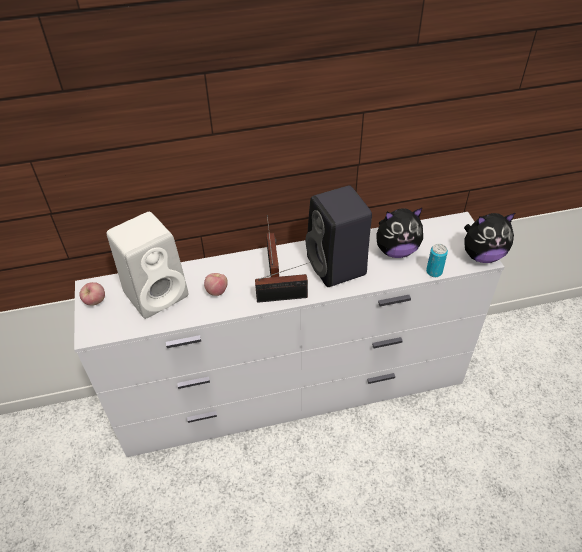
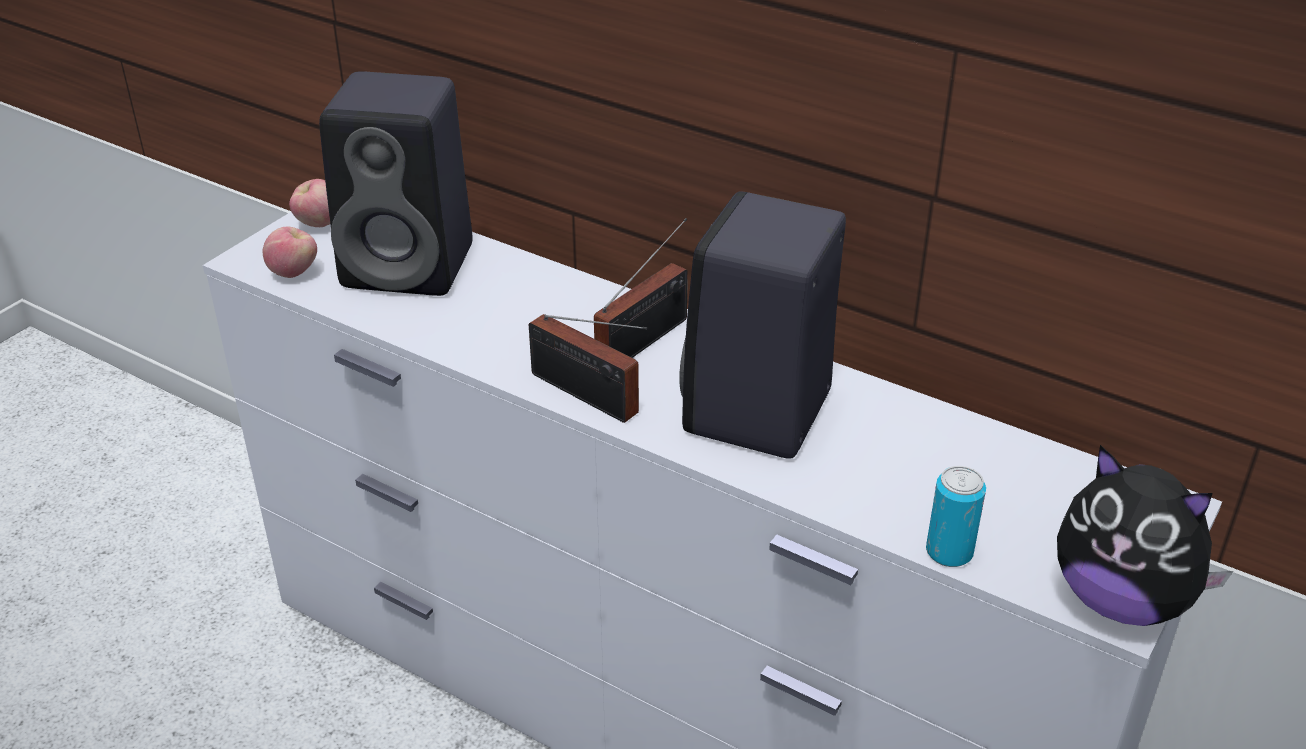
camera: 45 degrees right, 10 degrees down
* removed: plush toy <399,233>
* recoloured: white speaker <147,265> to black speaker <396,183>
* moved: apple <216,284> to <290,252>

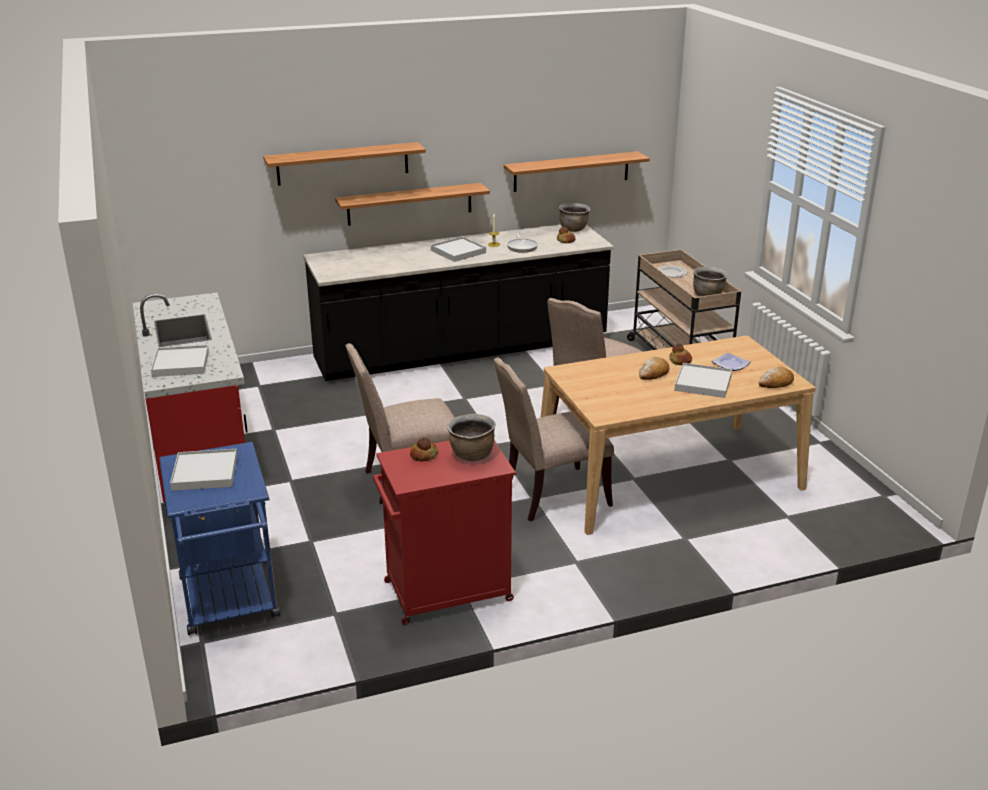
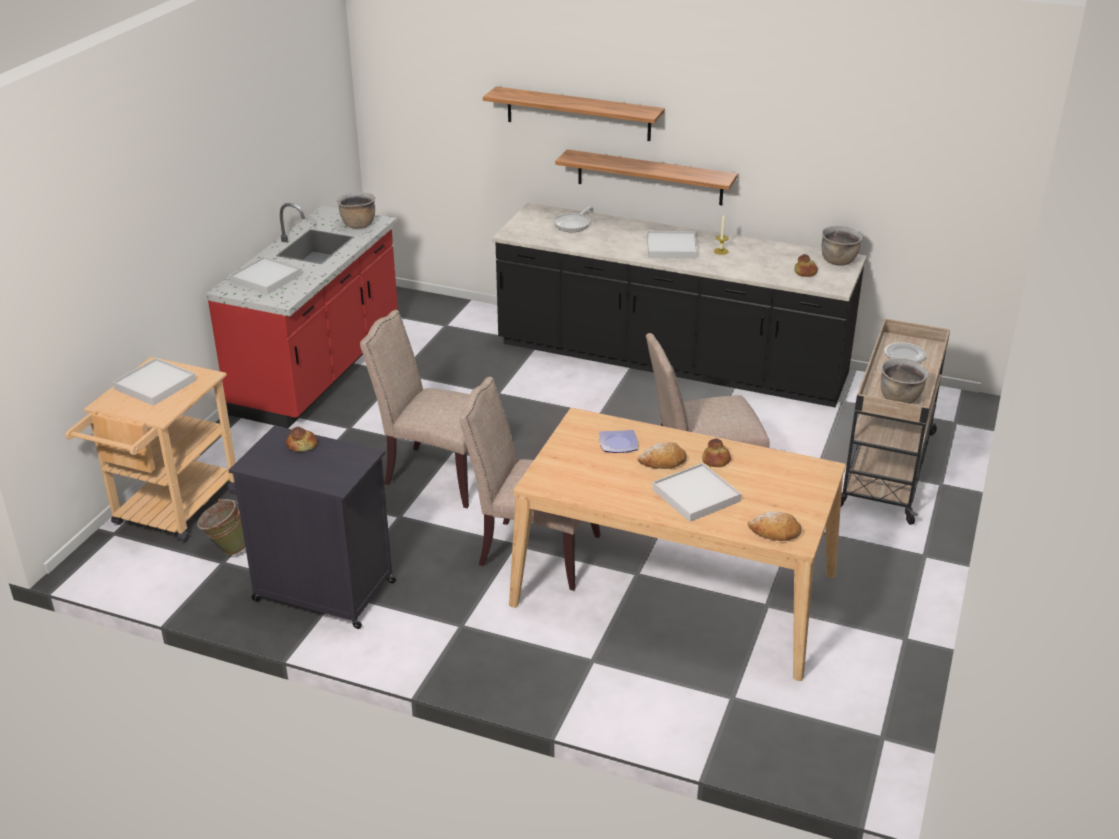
camera: 40 degrees right, 5 degrees up
* removed: shelf <577,171>
* moved: frying pan <522,242> to <572,219>
* moved: plate <731,362> to <618,441>
* moved: brown cooking pot <471,437> to <356,210>
* recoloured: red cabinet <444,532> to black cabinet <312,527>
* recoloured: blue cart <219,538> to beige cart <150,449>
* added: green bucket <221,527>

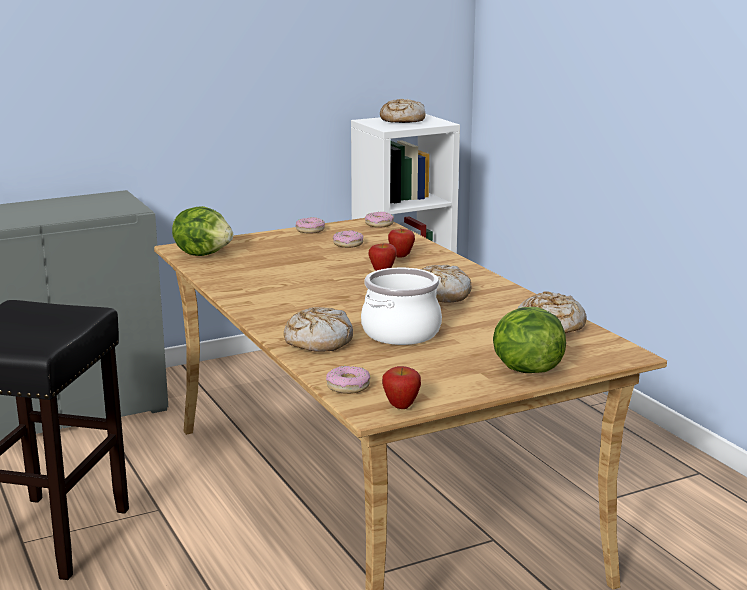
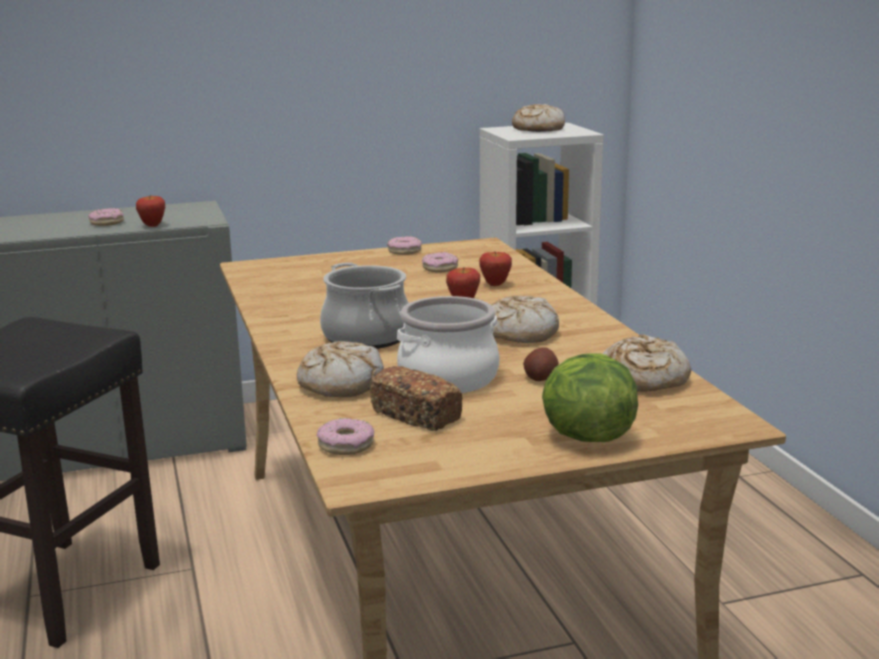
camera: 10 degrees right, 0 degrees up
* removed: lettuce <202,231>
* moved: donut <379,220> to <106,217>
* moved: apple <401,387> to <150,211>
* added: cooking pot <364,305>
* added: potato <541,364>
* added: bread <416,398>

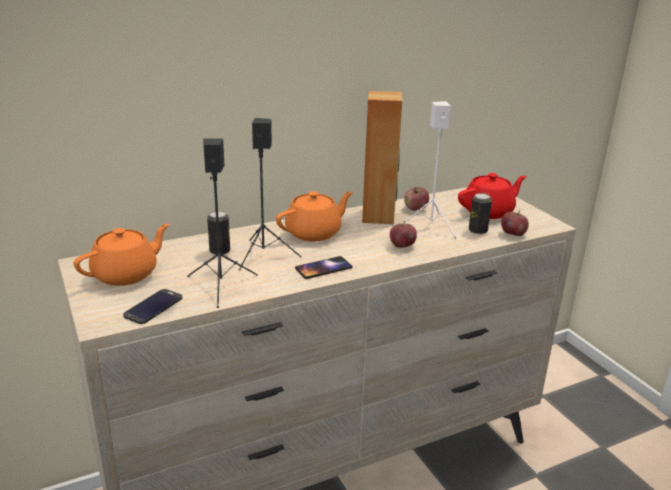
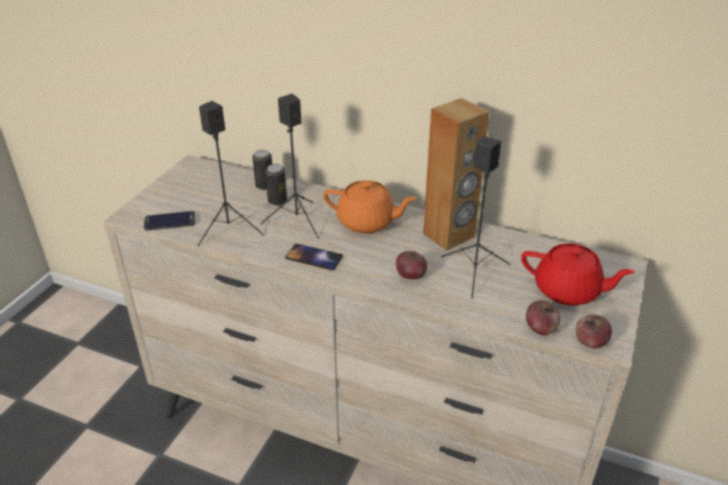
camera: 50 degrees right, 10 degrees up
* recoloured: white speaker <429,170> to black speaker <476,217>
* moved: apple <416,199> to <594,331>
* moved: can <480,213> to <262,170>
* removed: orange teapot <122,255>

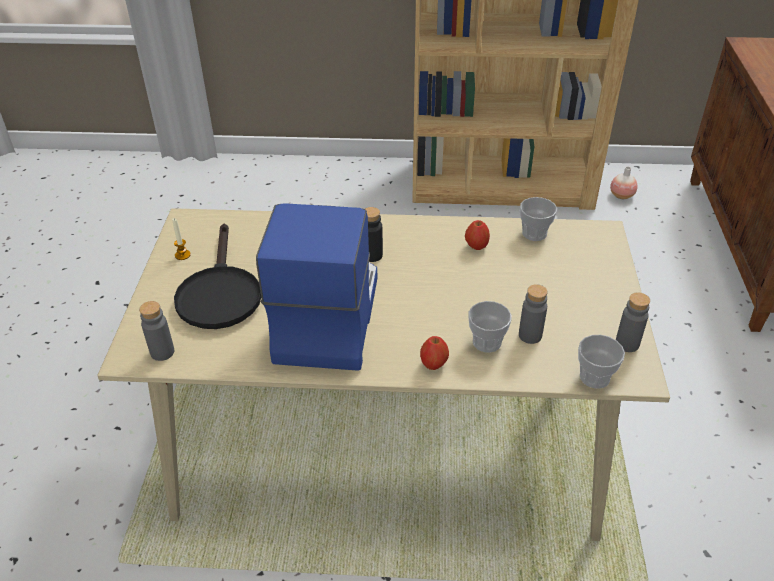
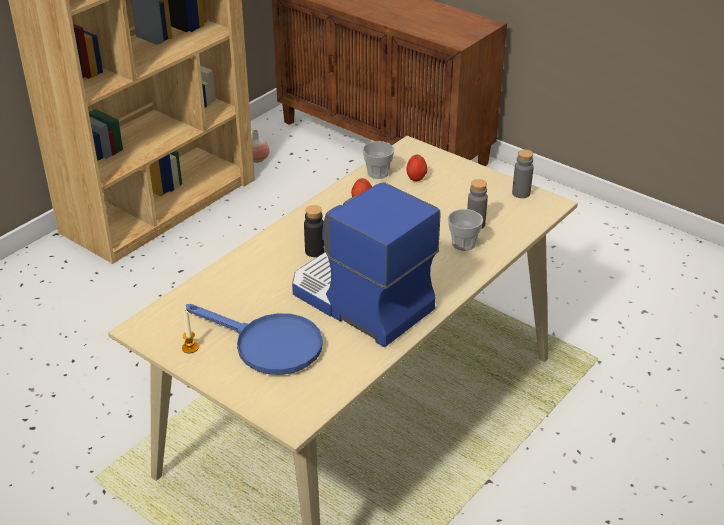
camera: 55 degrees left, 5 degrees down
* recoloured: black frying pan <217,276> to blue frying pan <254,339>
* removed: grey bottle <156,331>
* removed: cup <601,362>
* moved: apple <434,353> to <416,167>

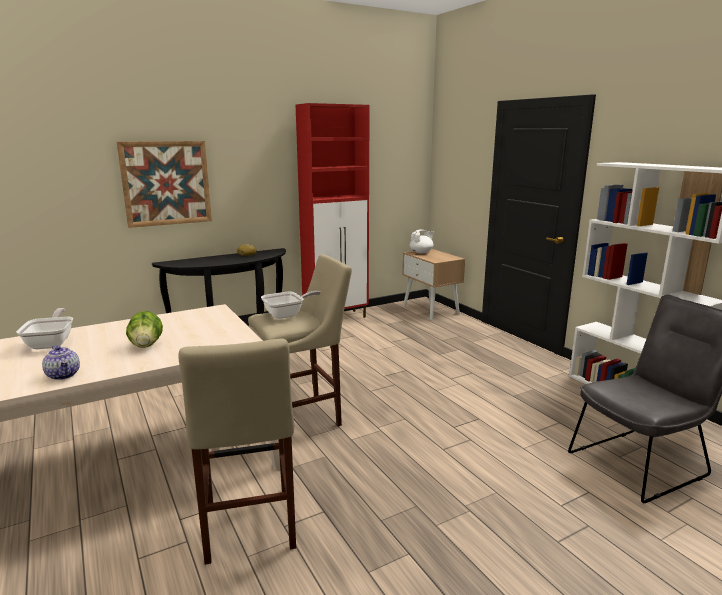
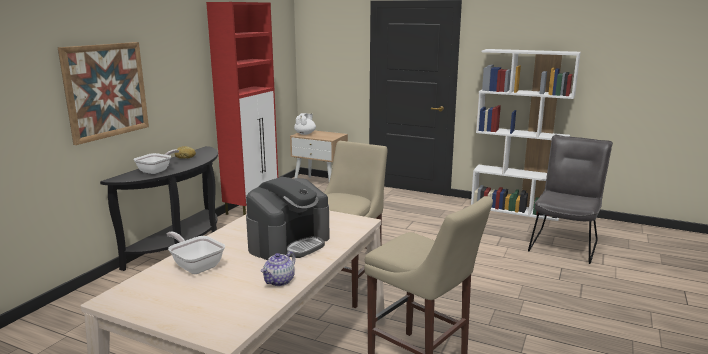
camera: 35 degrees left, 0 degrees up
* moved: frying pan <291,305> to <156,161>
* replaced: lettuce <144,329> to coffee machine <288,218>
* turned: teapot <61,362> = <278,268> 105 degrees clockwise

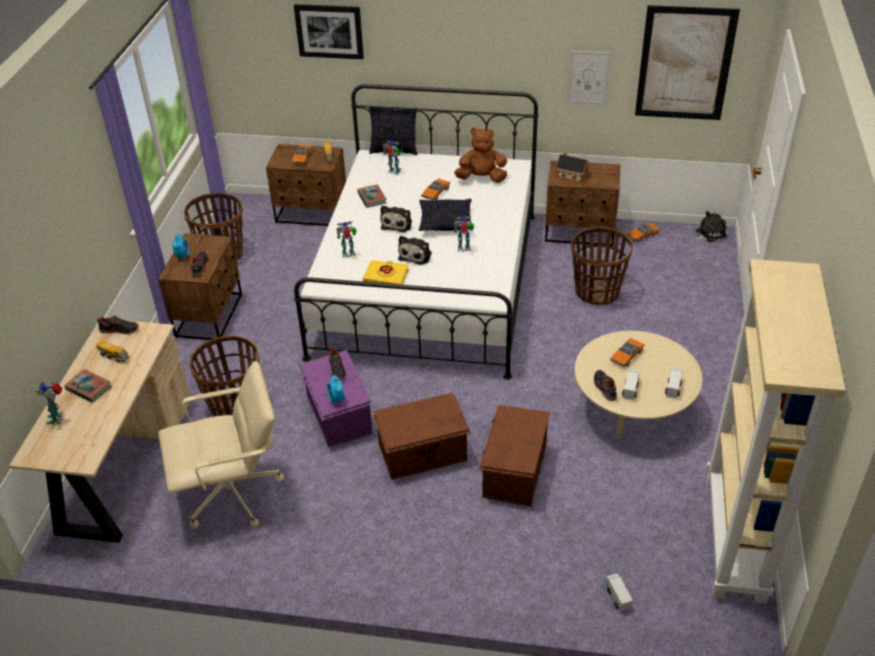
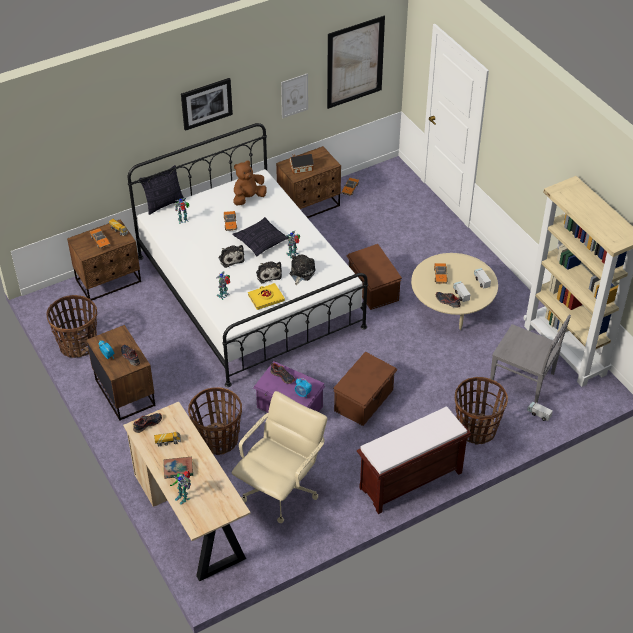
camera: 40 degrees left, 5 degrees up
* moved: picture <329,31> to <207,104>
* removed: book <372,196>
* moved: plush toy <710,226> to <303,270>
* moved: basket <602,266> to <481,410>
* moved: brown storage box <514,455> to <374,277>
* added: grey chair <530,358>
* added: brown bench <414,460>

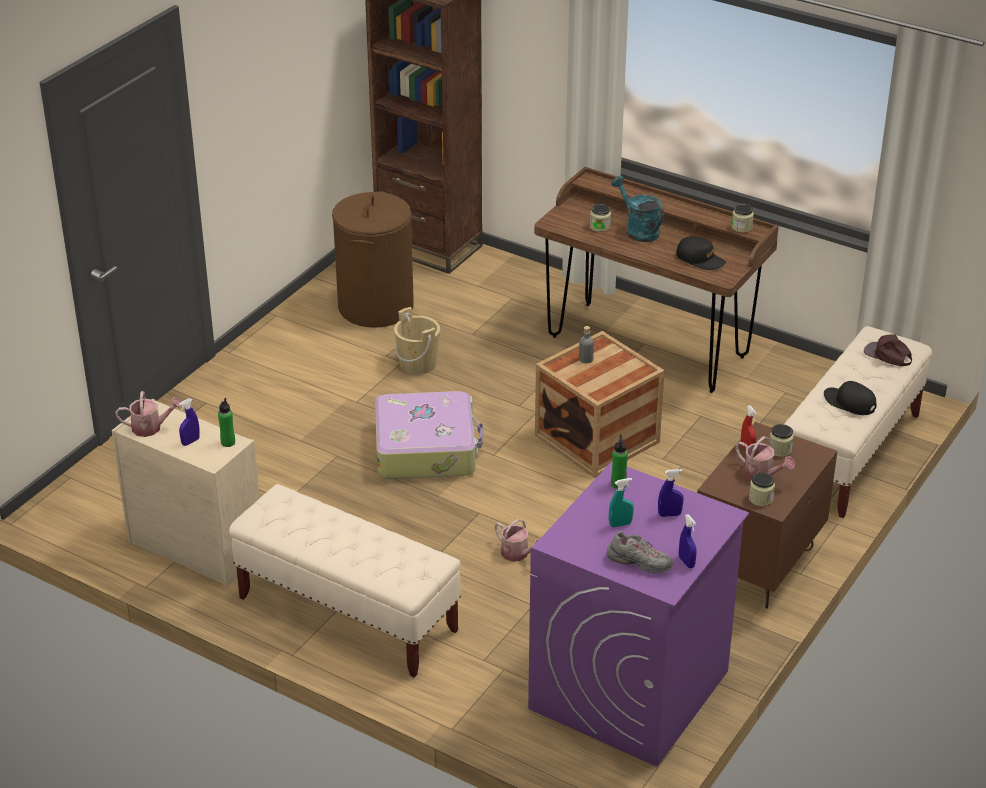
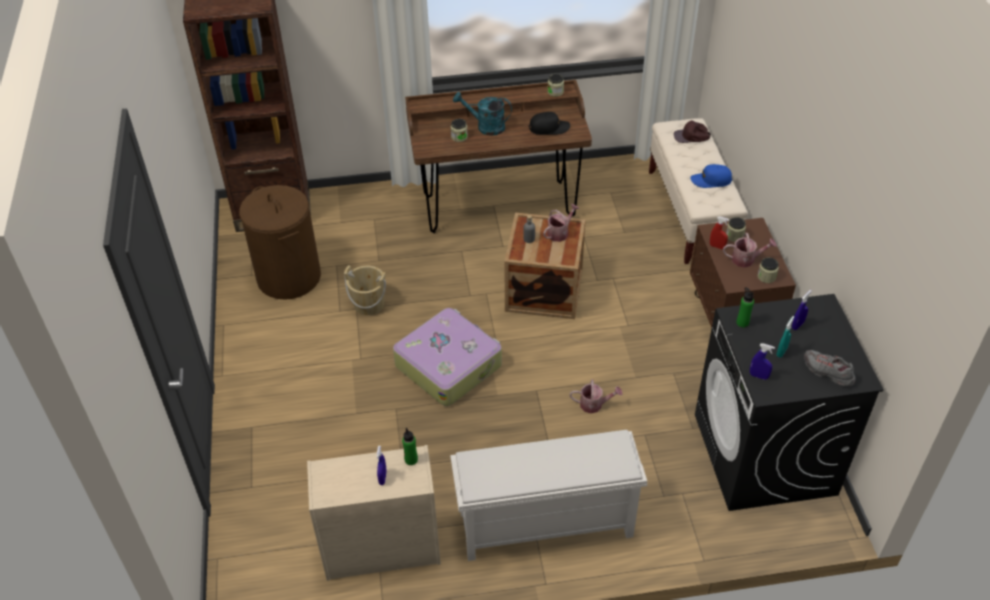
camera: 40 degrees left, 10 degrees up
* recoloured: black cap <850,398> to blue cap <711,176>
* moved: watering can <148,414> to <561,223>
* recoloured: purple washing machine <638,614> to black washing machine <789,402>
* replaced: beige bench <345,581> to white shoe rack <548,495>
* moved: blue spray bottle <688,541> to <762,361>
* turned: grey shoe <640,552> = <830,368> 120 degrees counterclockwise

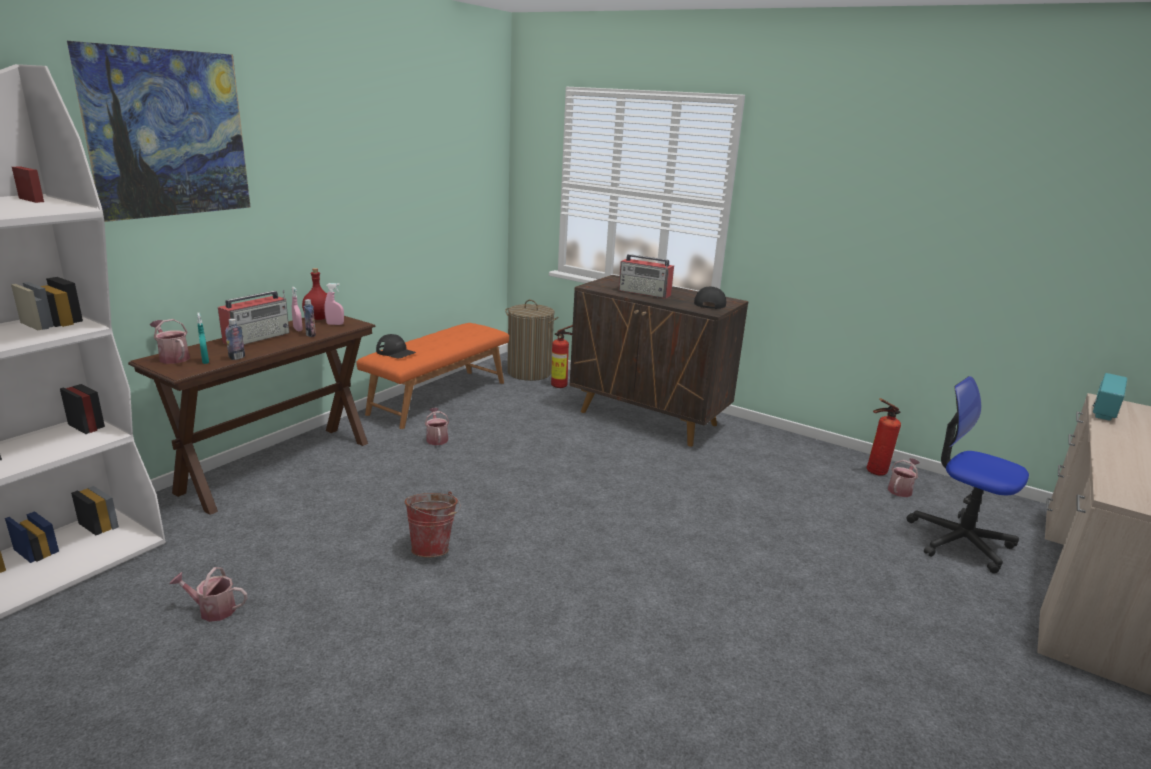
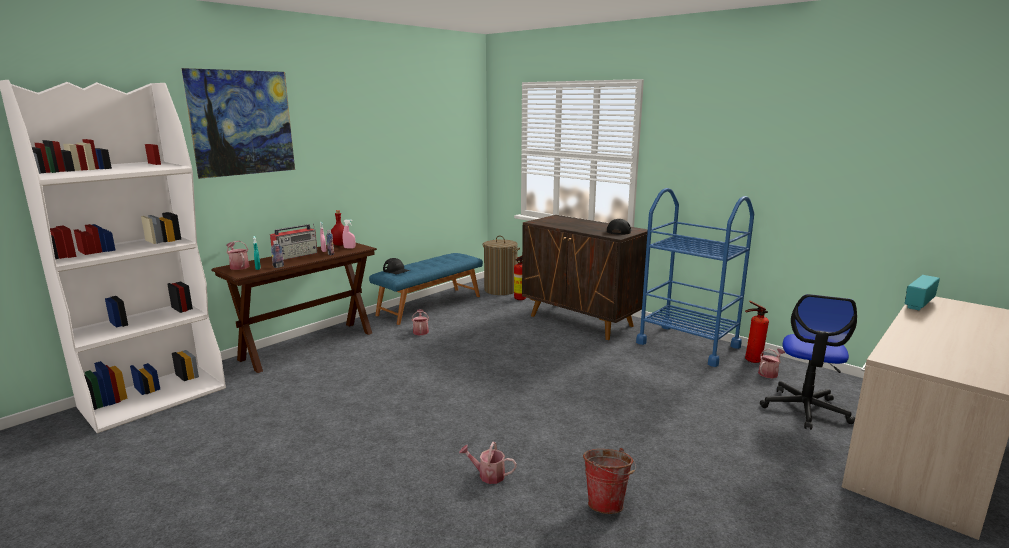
camera: 10 degrees right, 5 degrees down
* removed: radio <646,276>
* recoloured: orange bench <433,376> to blue bench <426,289>
* turned: office chair <968,474> = <808,362> 120 degrees counterclockwise
* moved: bucket <432,524> to <609,481>
* moved: watering can <208,594> to <488,463>
* added: blue cart <695,277>

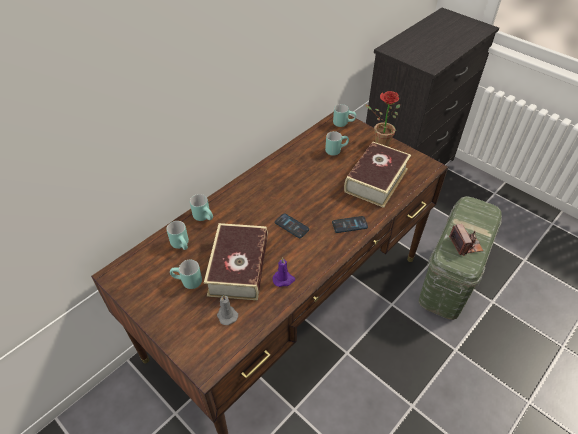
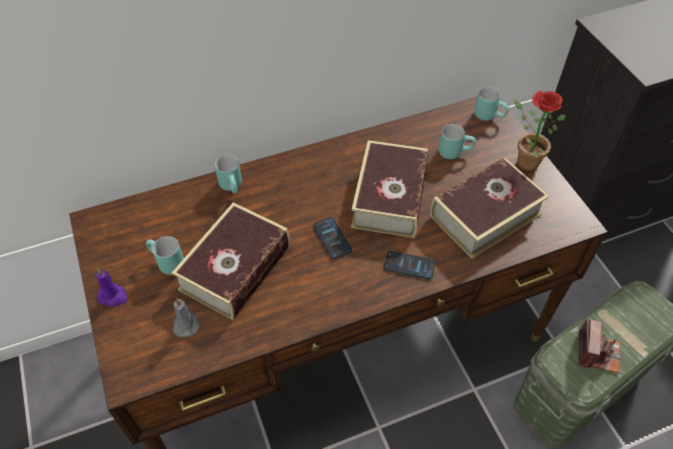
camera: 25 degrees right, 5 degrees up
* removed: turquoise mug <178,235>
* moved: purple candle <283,272> to <112,288>
* added: book <389,189>

